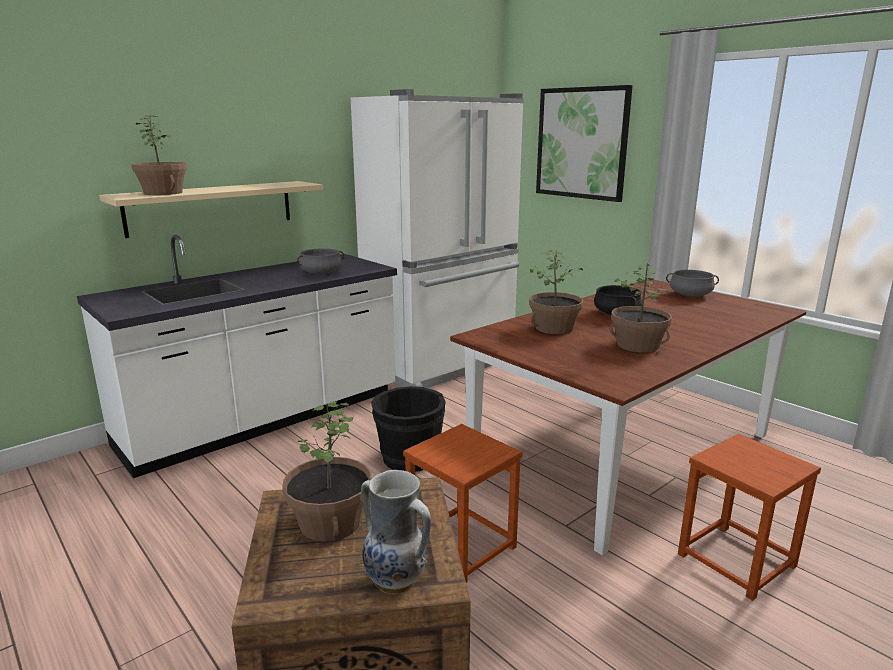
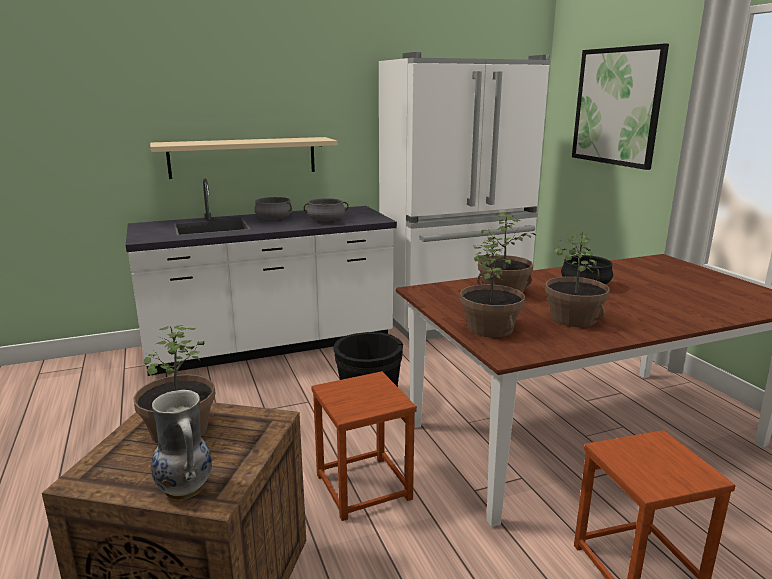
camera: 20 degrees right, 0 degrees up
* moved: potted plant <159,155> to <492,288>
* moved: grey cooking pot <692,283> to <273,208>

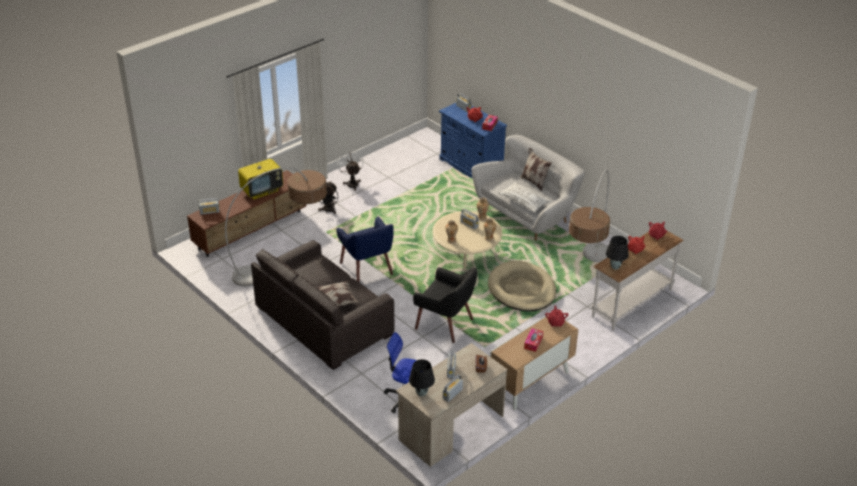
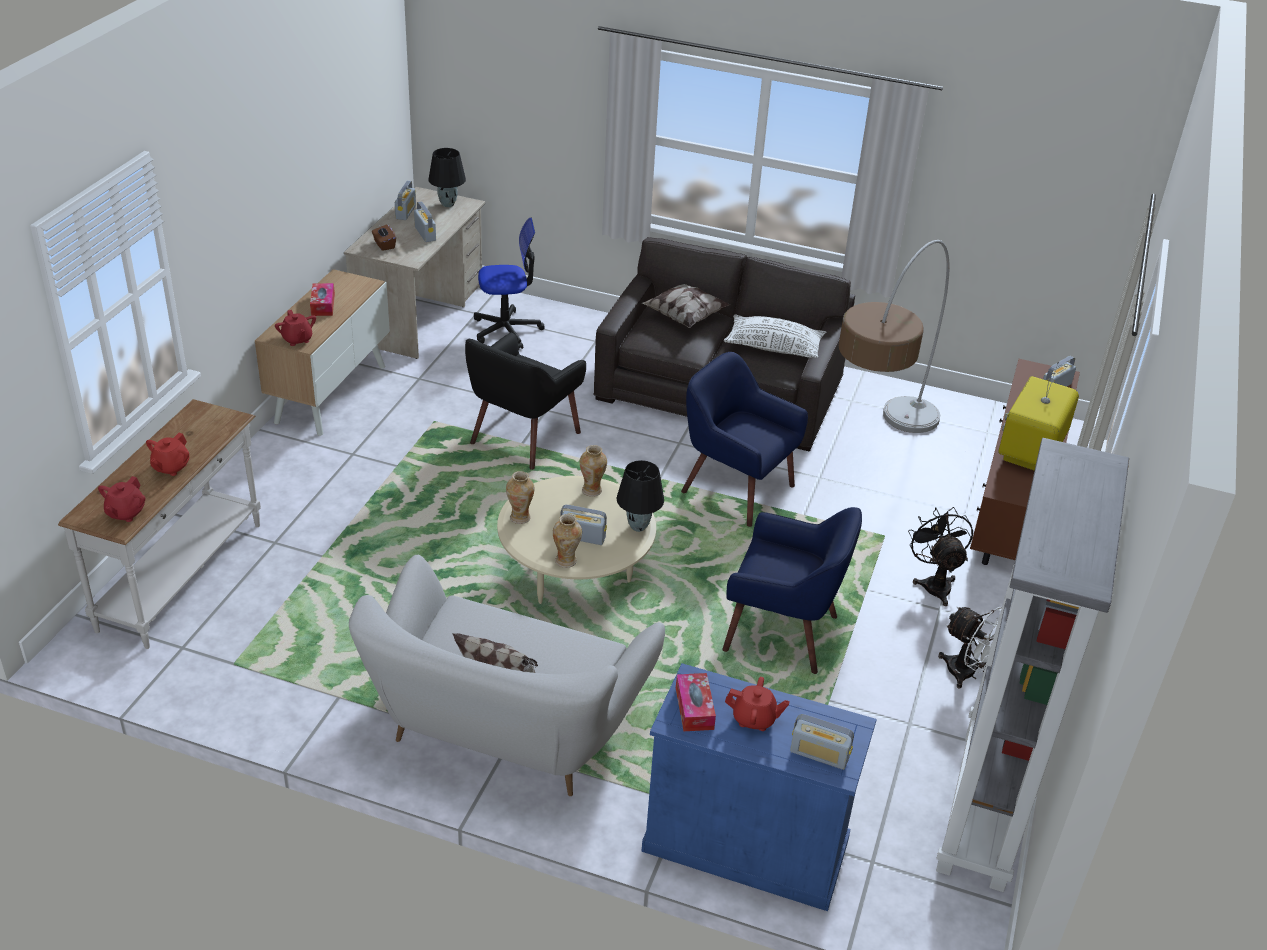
camera: 150 degrees right, 0 degrees up
* removed: floor lamp <589,216>
* moved: white pillow <524,197> to <775,336>
* moved: black table lamp <617,253> to <640,496>
* removed: beige dog bed <522,285>
* turned: black armchair <445,305> = <525,401> 60 degrees counterclockwise
* added: grey bookcase <1032,665>
* added: blue armchair <792,590>

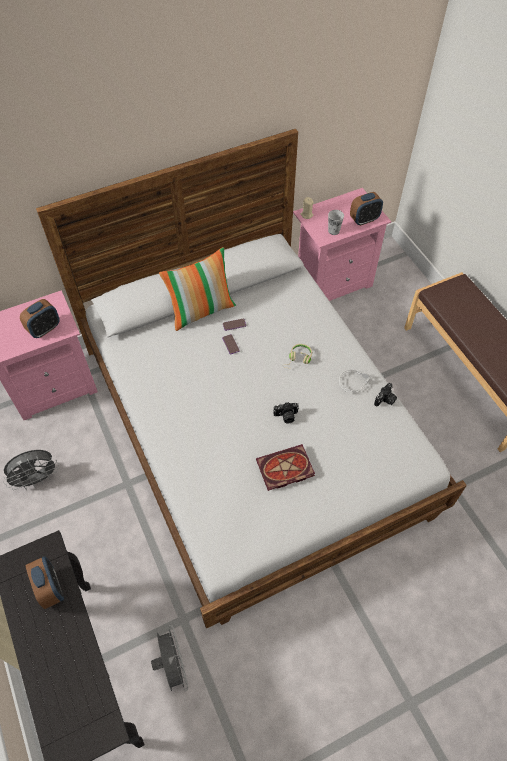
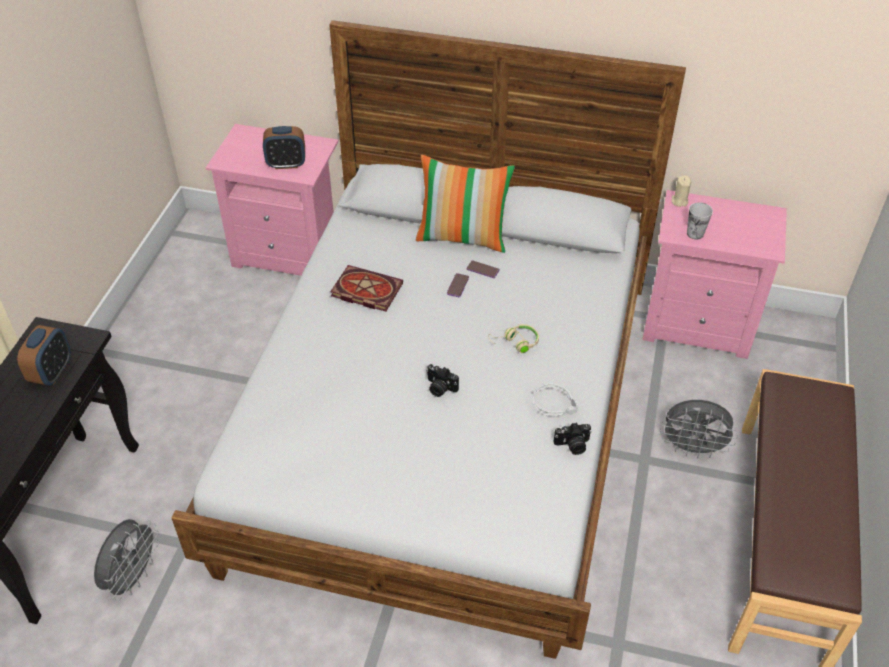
camera: 40 degrees right, 10 degrees down
* removed: alarm clock <366,209>
* moved: book <285,467> to <366,288>
* moved: grey fan <31,470> to <699,429>

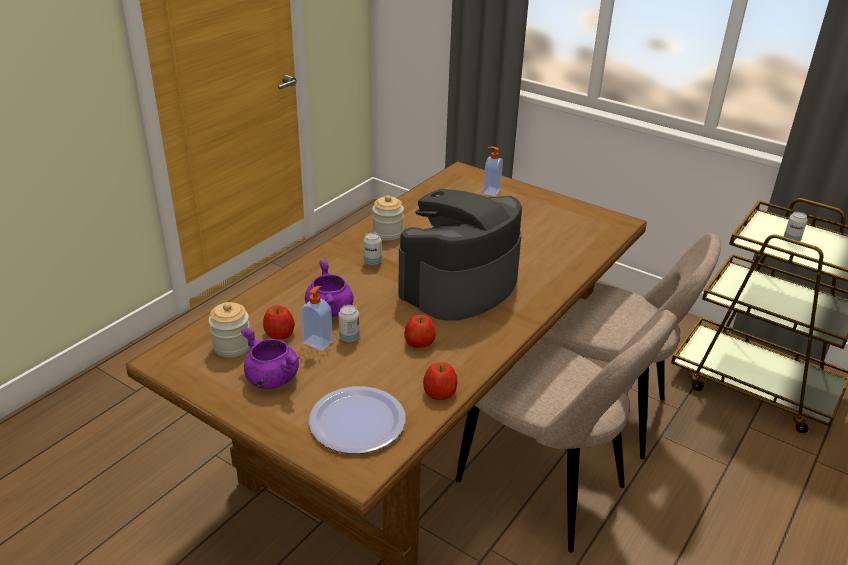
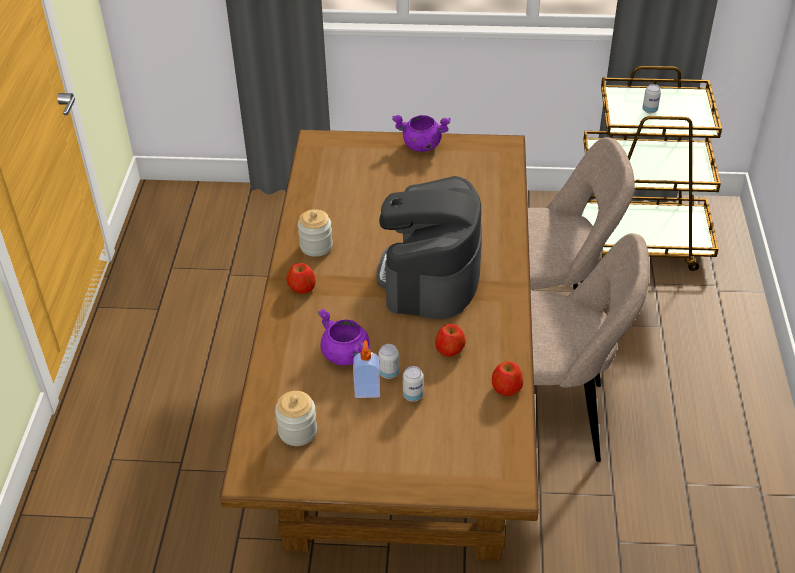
camera: 30 degrees left, 10 degrees up
* removed: soap dispenser <493,171>
* moved: can <372,248> to <413,384>
* moved: apple <279,322> to <301,278>
* moved: purple cooking pot <270,358> to <421,133>
* removed: plate <357,420>

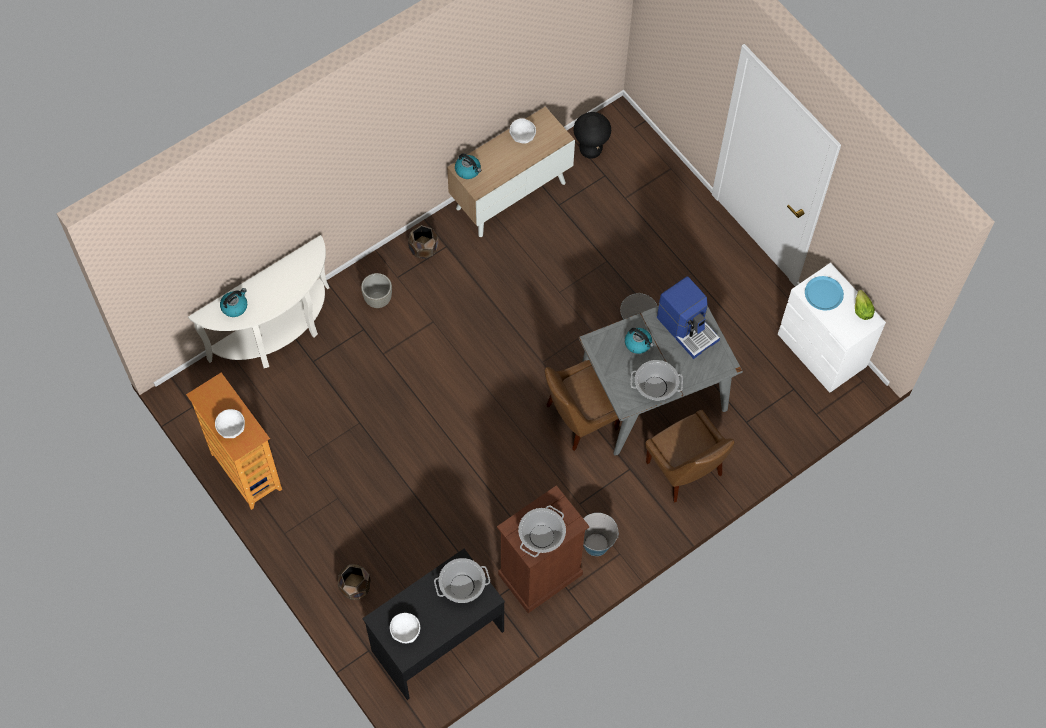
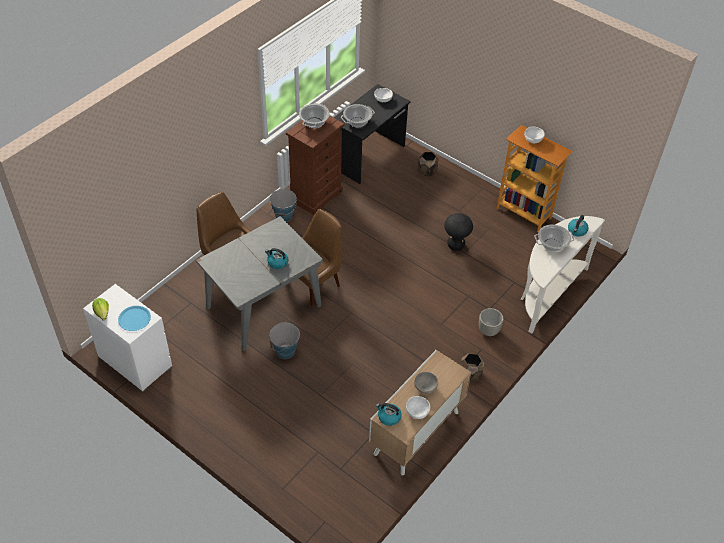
camera: 165 degrees right, 15 degrees down
* moved: black stool <592,135> to <458,232>
* moved: kettle <468,166> to <389,414>
* removed: coffee machine <688,317>
* moved: cooking pot <657,380> to <554,238>
* added: grey bowl <426,383>

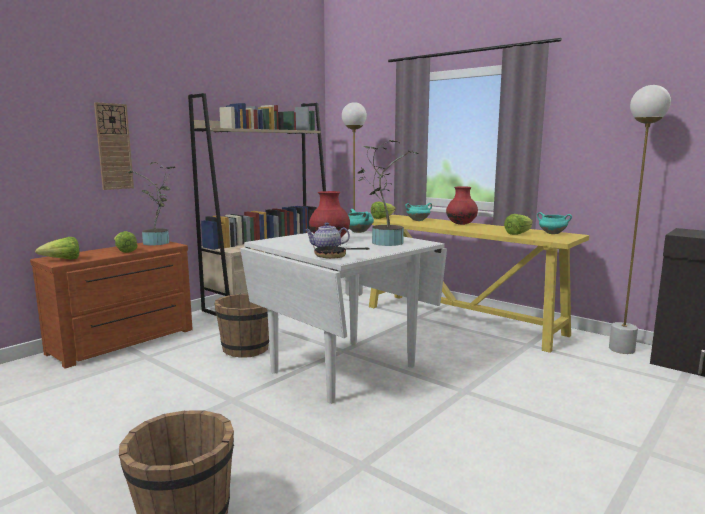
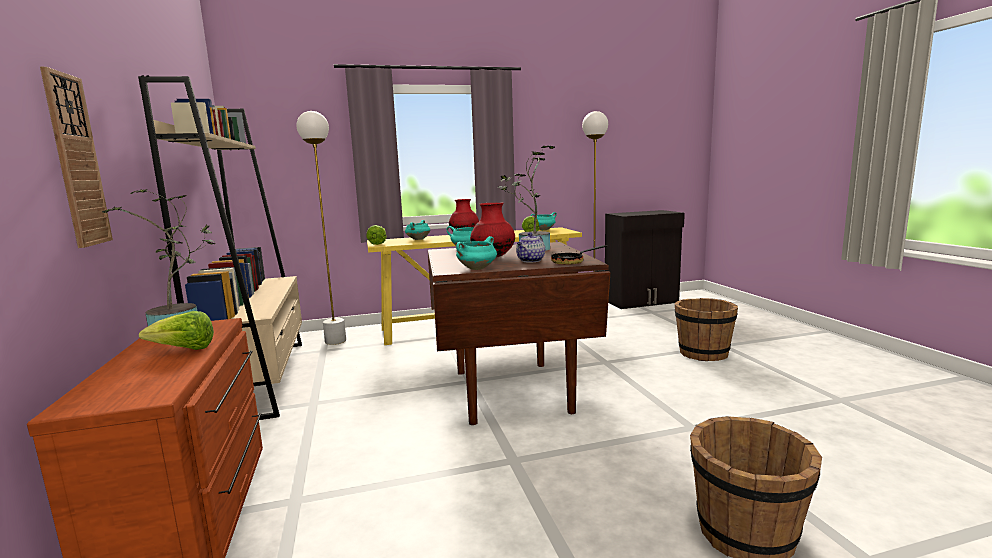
camera: 55 degrees left, 0 degrees up
* recoloured: white dining table <343,316> to brown dining table <519,333>
* removed: lettuce <57,248>
* moved: brown bucket <241,326> to <706,329>
* added: turquoise cooking pot <476,253>

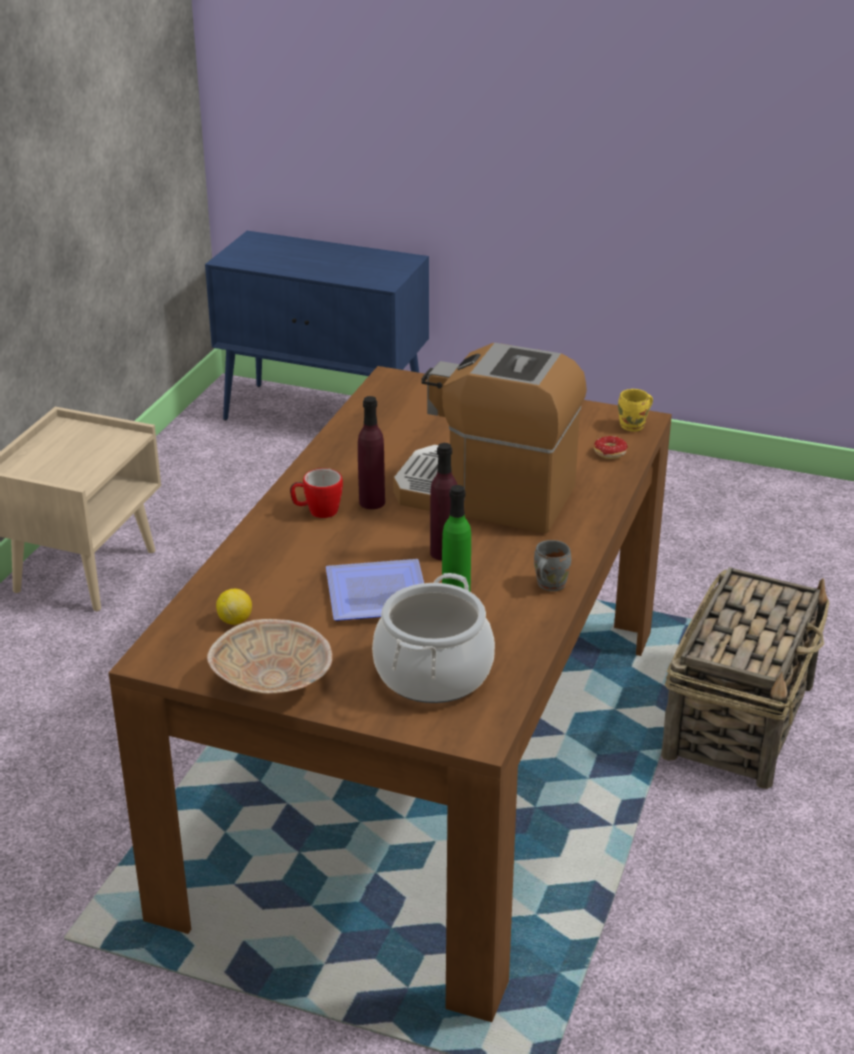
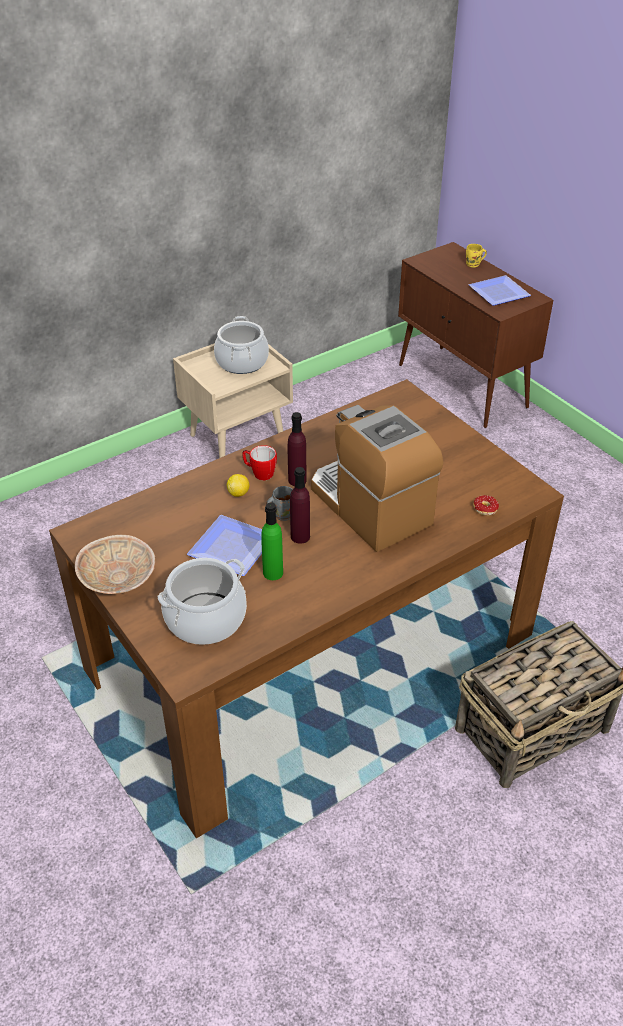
camera: 35 degrees right, 10 degrees up
* recoloured: blue cabinet <317,326> to brown cabinet <475,335>
* moved: yellow mug <635,410> to <476,256>
* moved: grey mug <552,565> to <279,503>
* moved: lemon <234,607> to <238,485>
* added: plate <500,290>
* added: cooking pot <241,345>

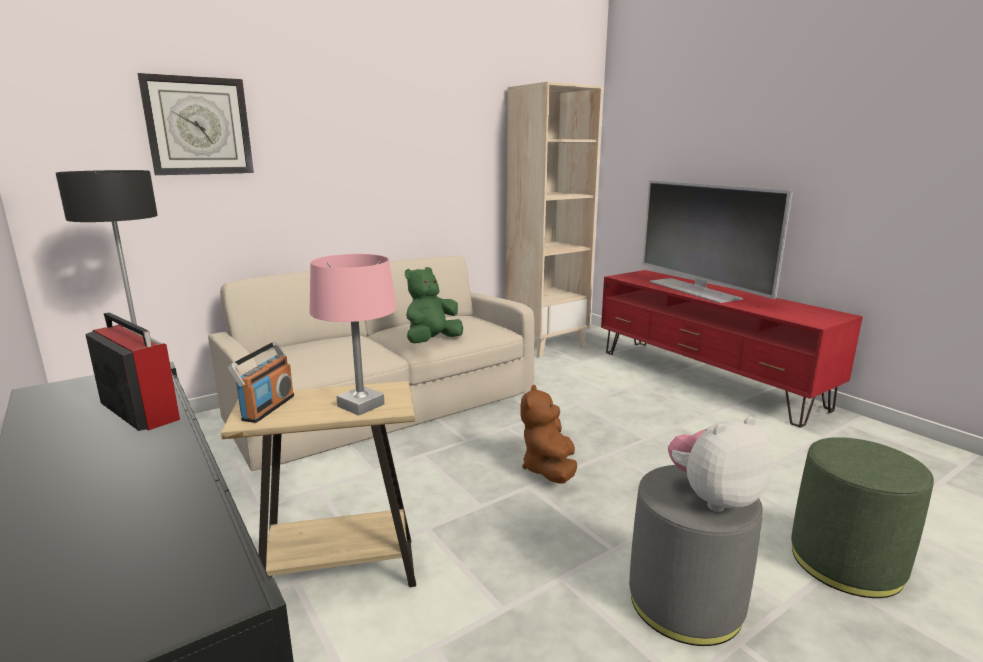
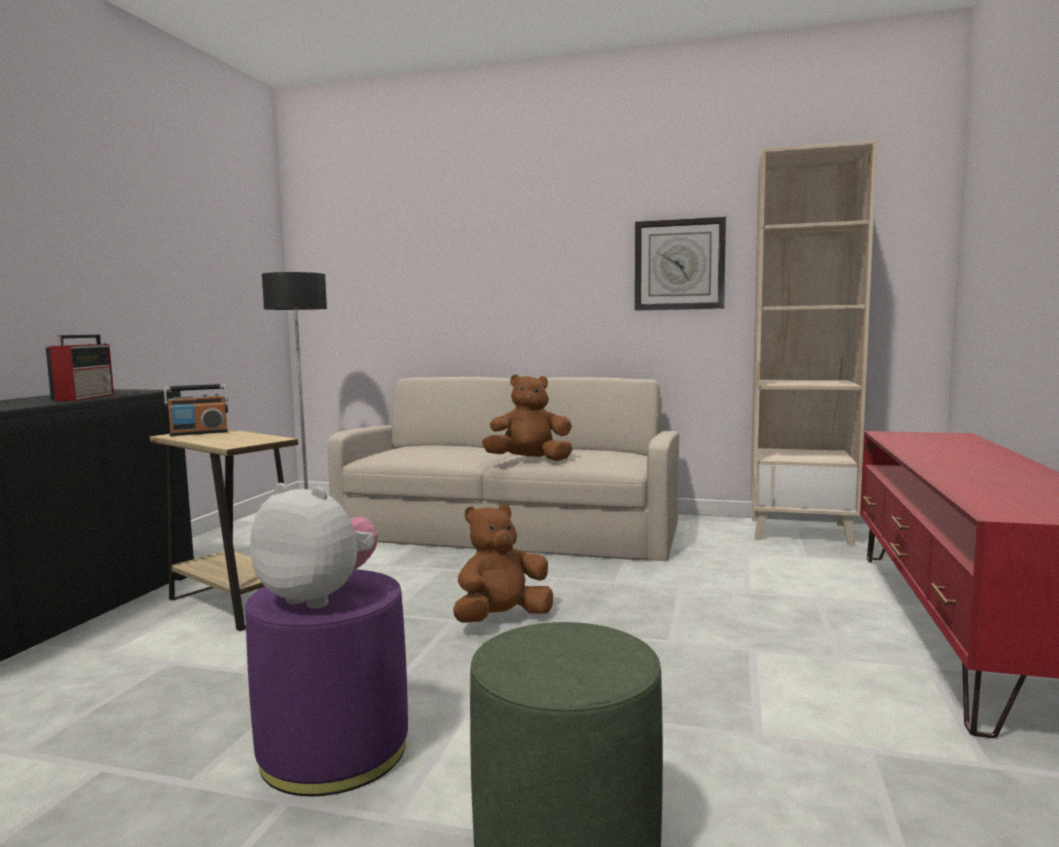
camera: 50 degrees right, 10 degrees down
* moved: wall clock <195,124> to <680,264>
* removed: television <717,241>
* removed: pink table lamp <353,335>
* recoloured: green plush toy <434,305> to brown plush toy <527,417>
* recoloured: grey ottoman <696,555> to purple ottoman <326,682>

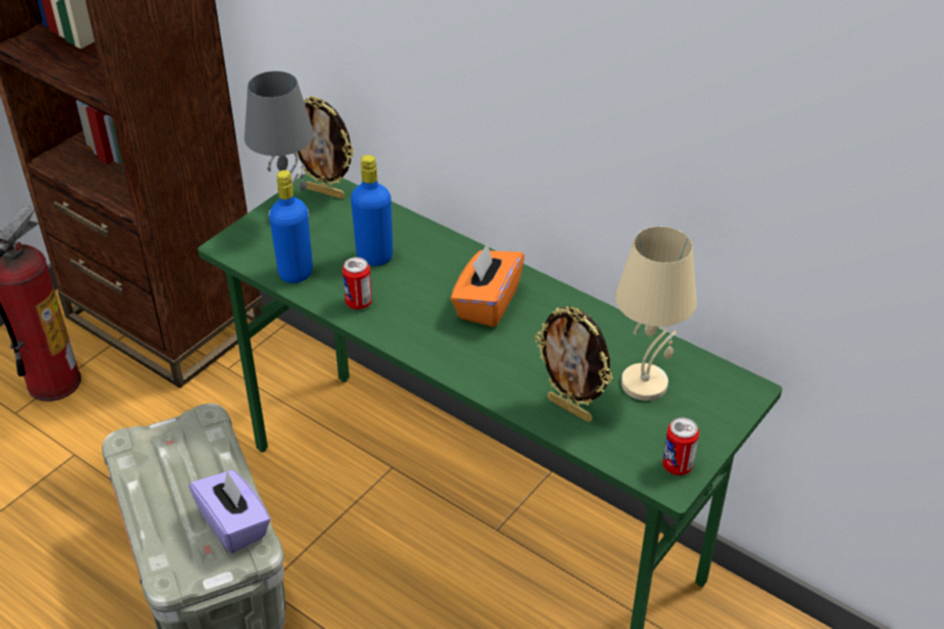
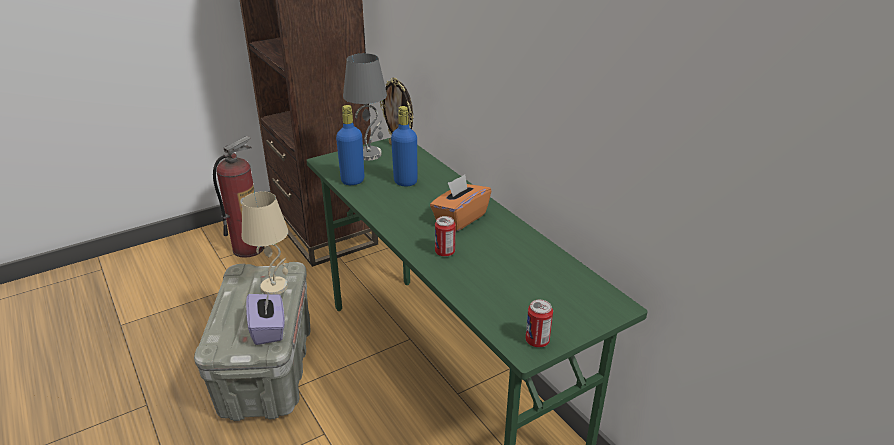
camera: 20 degrees right, 10 degrees down
* moved: beige table lamp <656,313> to <265,243>
* moved: can <357,283> to <445,236>
* removed: picture frame <574,364>

